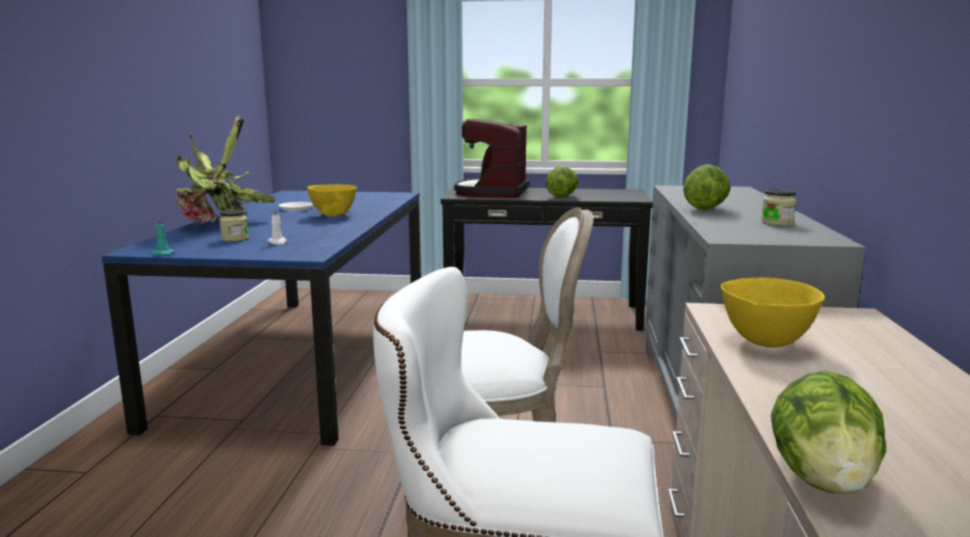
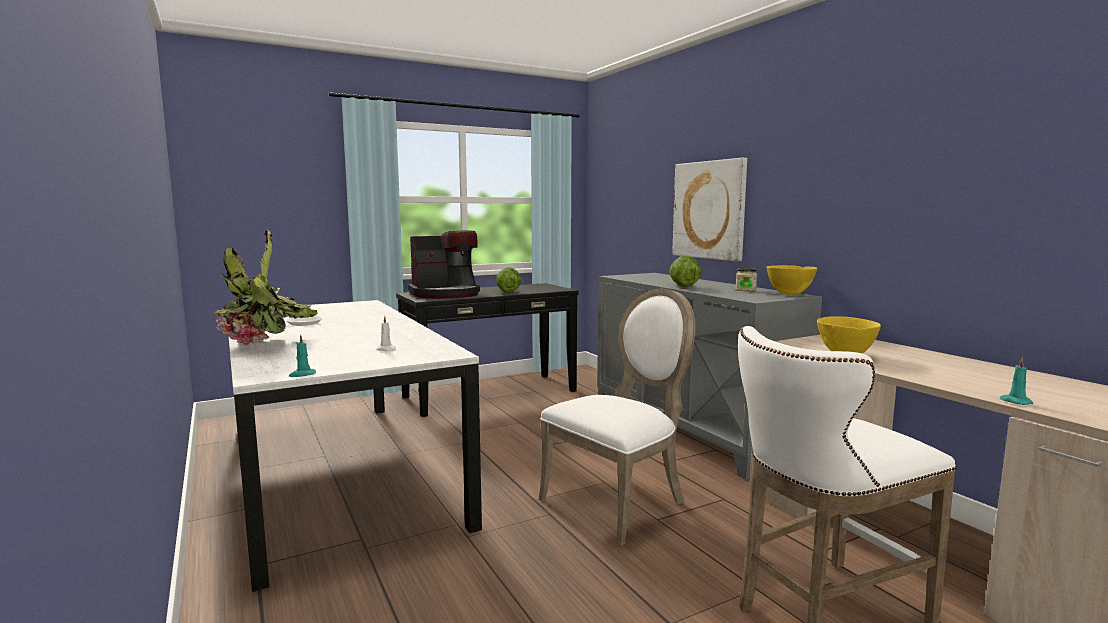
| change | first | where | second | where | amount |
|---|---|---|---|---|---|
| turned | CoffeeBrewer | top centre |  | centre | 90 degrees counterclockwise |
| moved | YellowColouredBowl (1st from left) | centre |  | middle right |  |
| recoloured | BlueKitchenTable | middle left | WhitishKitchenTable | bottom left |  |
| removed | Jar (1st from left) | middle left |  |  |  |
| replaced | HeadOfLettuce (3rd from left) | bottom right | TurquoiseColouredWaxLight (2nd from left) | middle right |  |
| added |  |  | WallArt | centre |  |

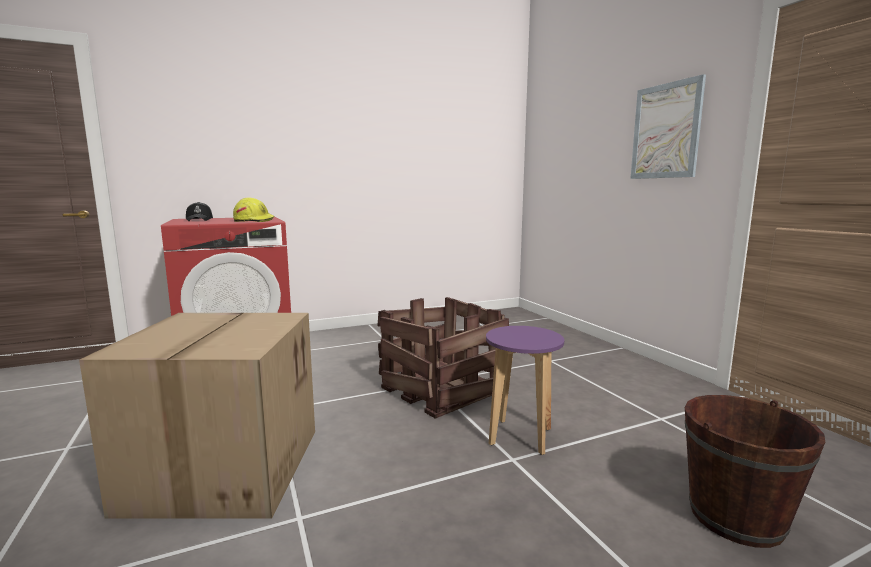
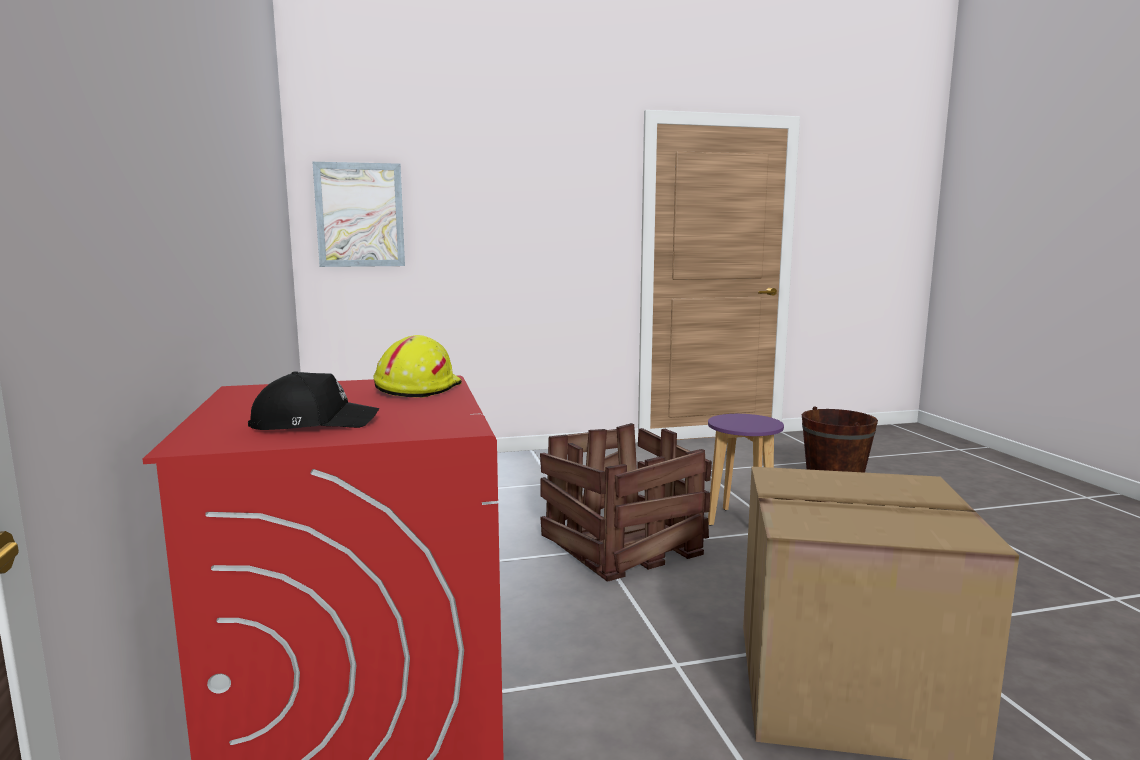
| change | first | where | second | where | amount |
|---|---|---|---|---|---|
| moved | WallArt | top right |  | top left |  |

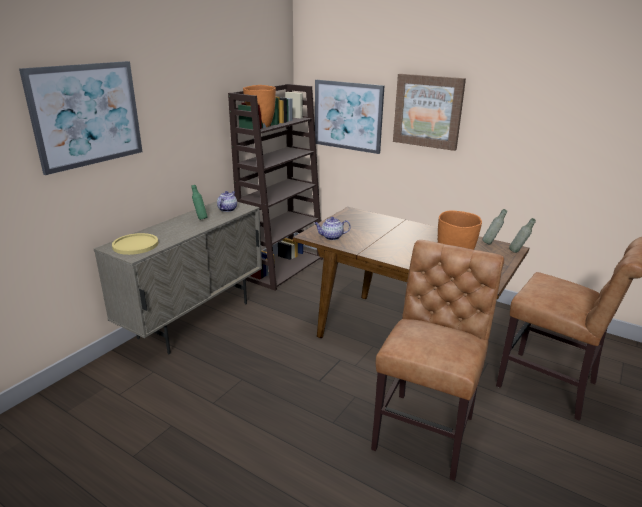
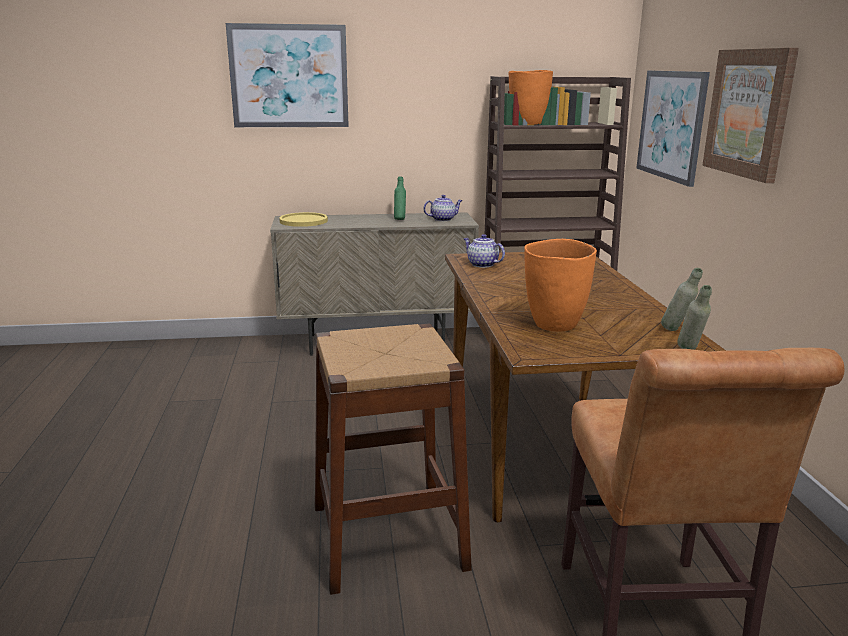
| change | first | where | second | where | amount |
|---|---|---|---|---|---|
| replaced | BrownUprightChair (1st from left) | bottom right | BrownStool | bottom centre |  |

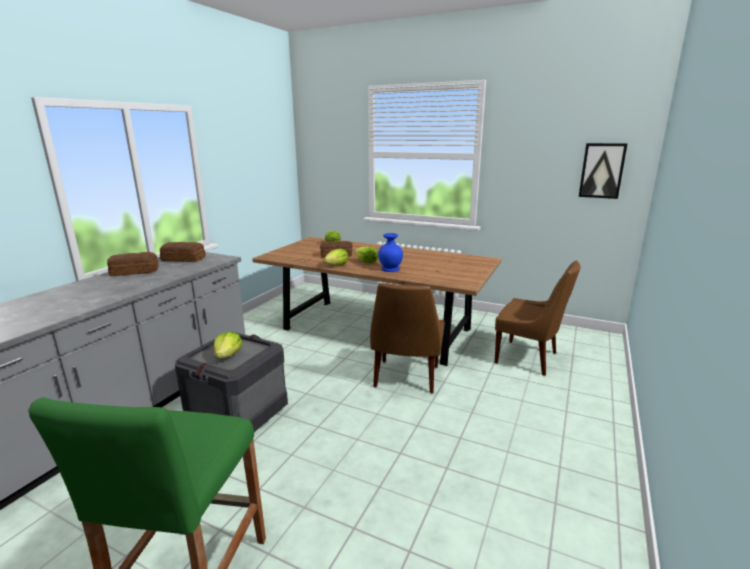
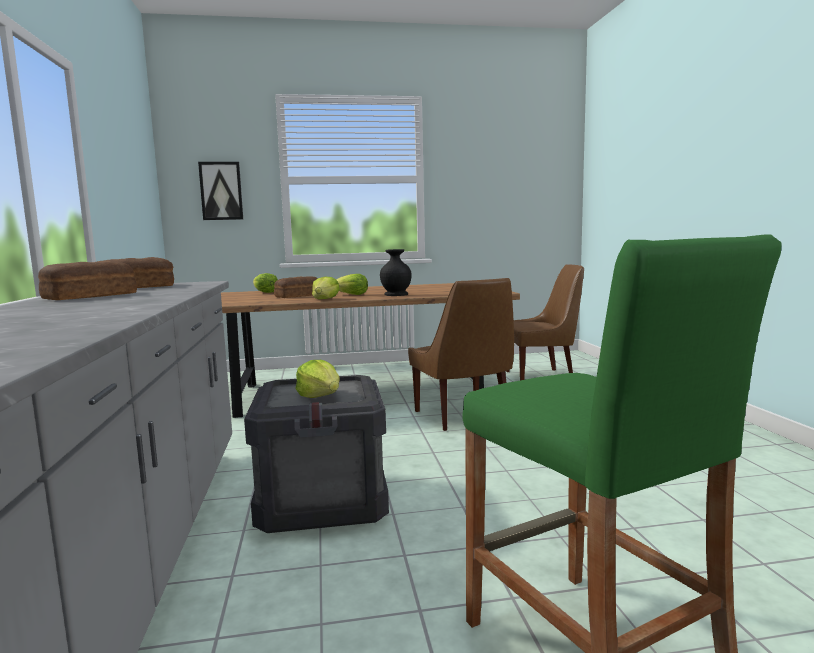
| change | first | where | second | where | amount |
|---|---|---|---|---|---|
| moved | WallArt | top right |  | top left |  |
| recoloured | BlueVase | centre | BlackishVase | centre |  |

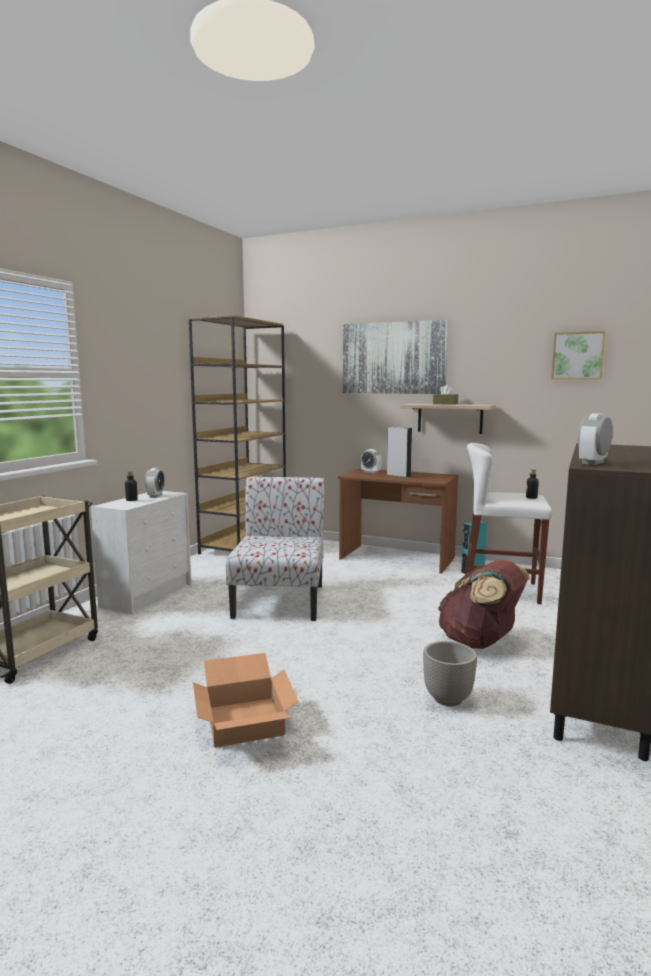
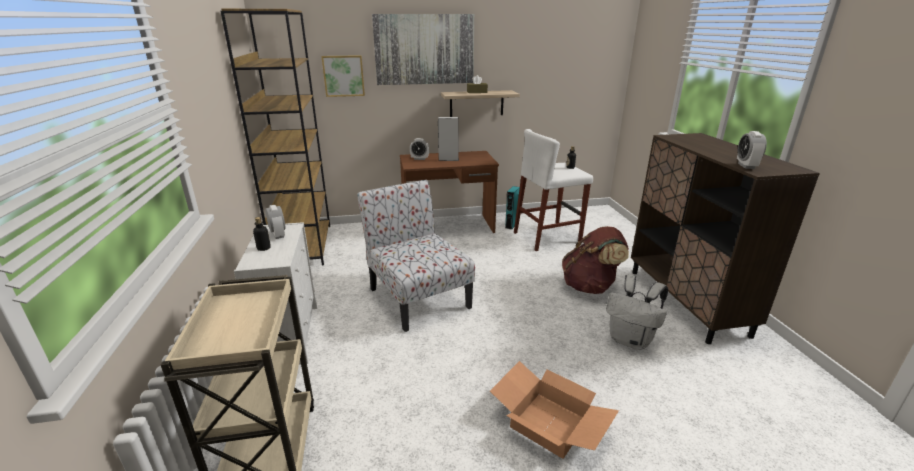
| change | first | where | second | where | amount |
|---|---|---|---|---|---|
| moved | WallArt (2nd from left in the first image) | middle right | WallArt (1st from left) | top centre |  |
| replaced | FlowerPot | bottom right | WhitishKnapsack | middle right |  |

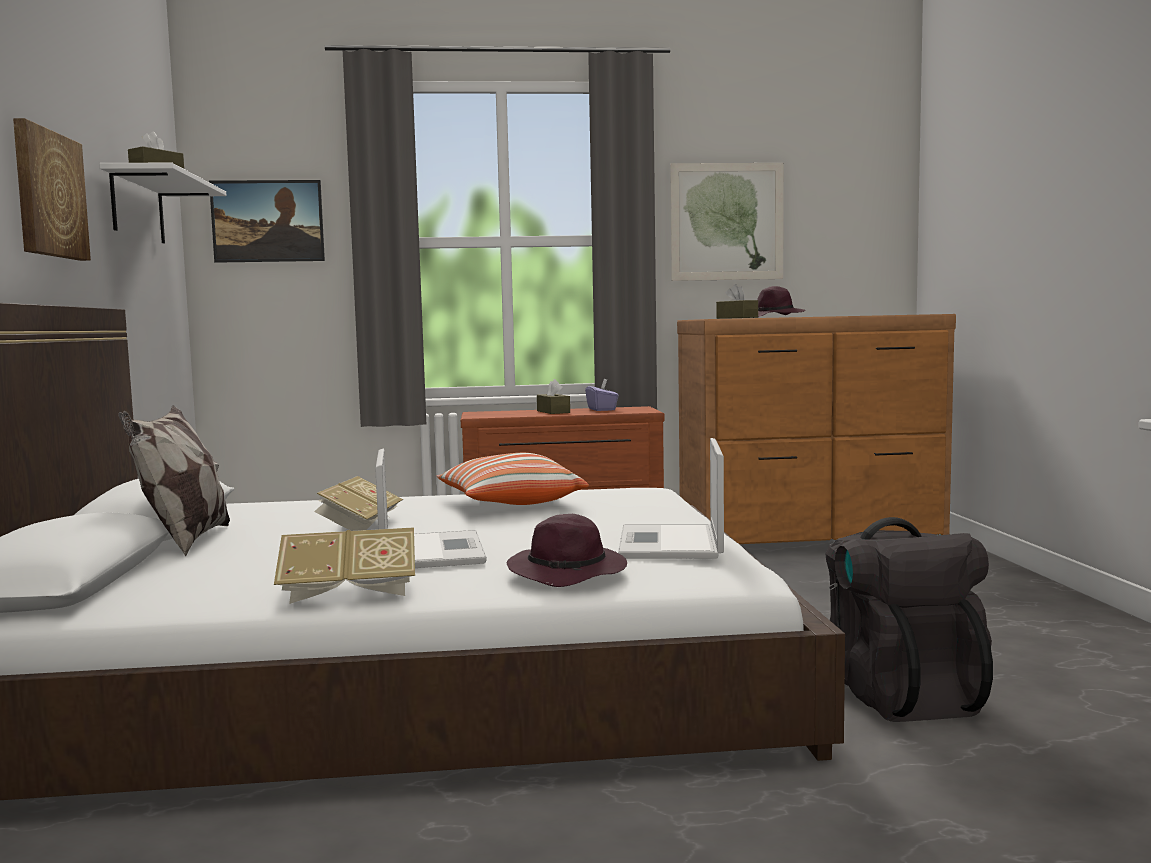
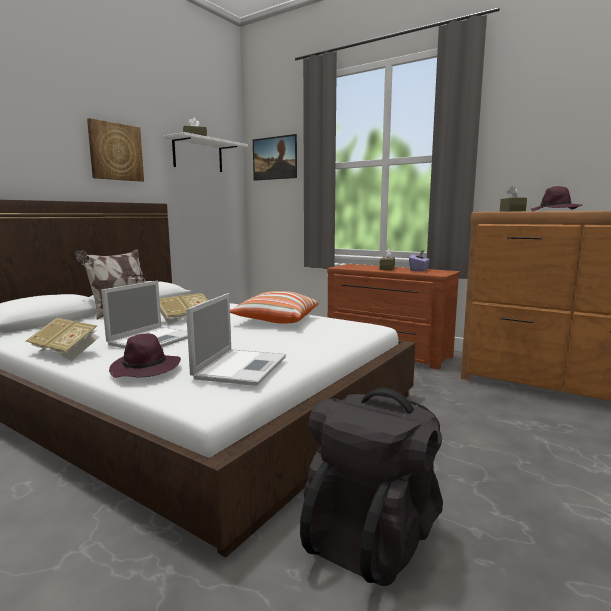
| change | first | where | second | where | amount |
|---|---|---|---|---|---|
| removed | WallArt (3rd from left) | top centre |  |  |  |
| turned | NotebookComputer (2nd from left) | centre |  | centre | 150 degrees clockwise |

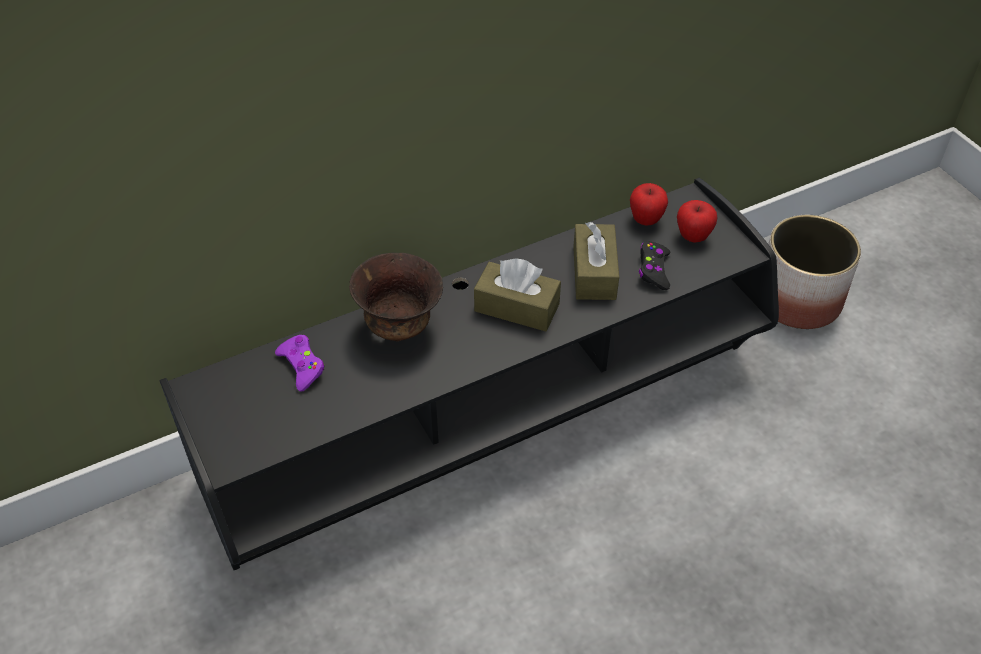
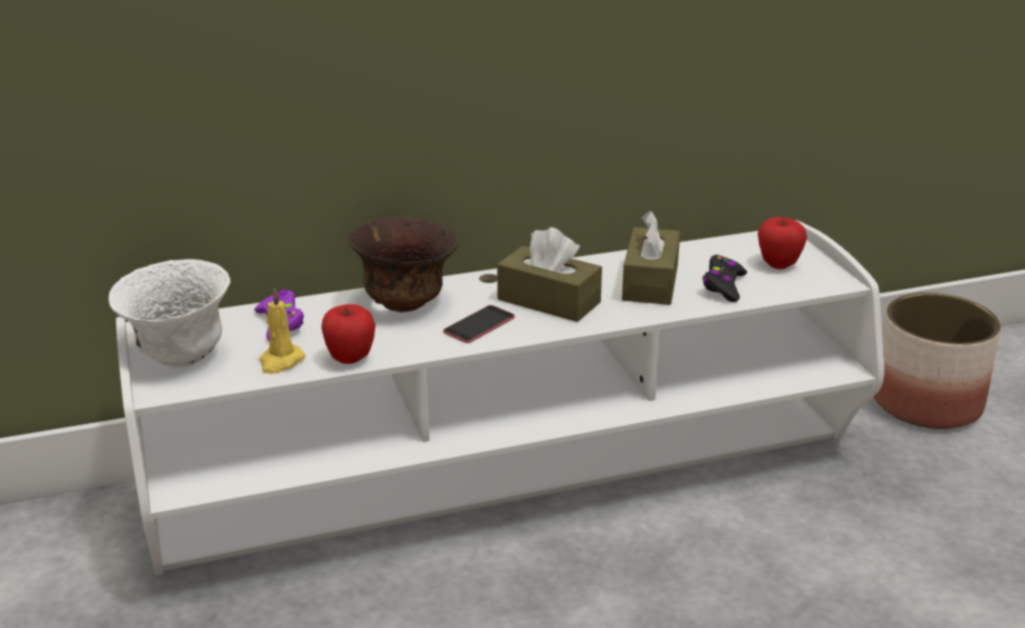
| change | first | where | second | where | amount |
|---|---|---|---|---|---|
| recoloured | BlackishTvUnit | centre | WhitishTvUnit | centre |  |
| moved | WholeApple (1st from left) | top centre |  | centre |  |
| added |  |  | WhitishBowl | middle left |  |
| added |  |  | YellowColouredWaxLight | middle left |  |
| added |  |  | Phone | centre |  |

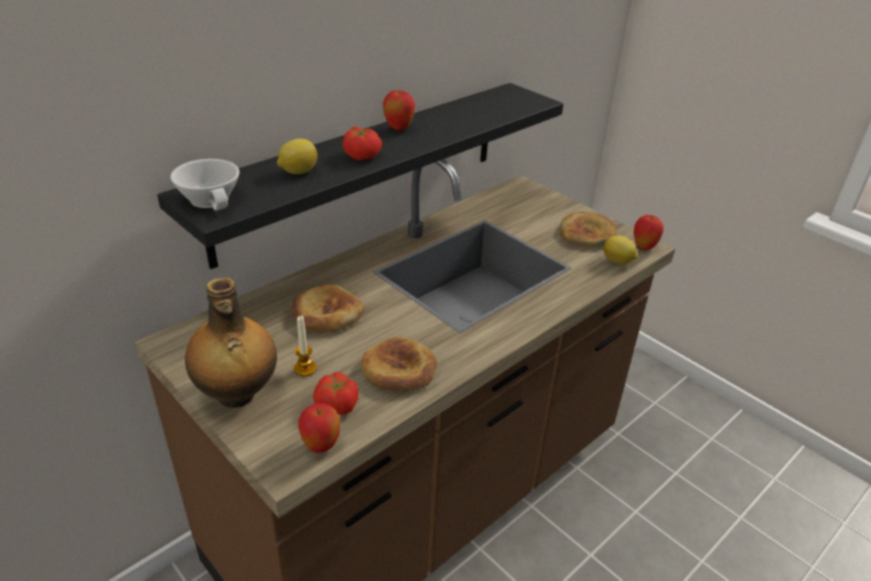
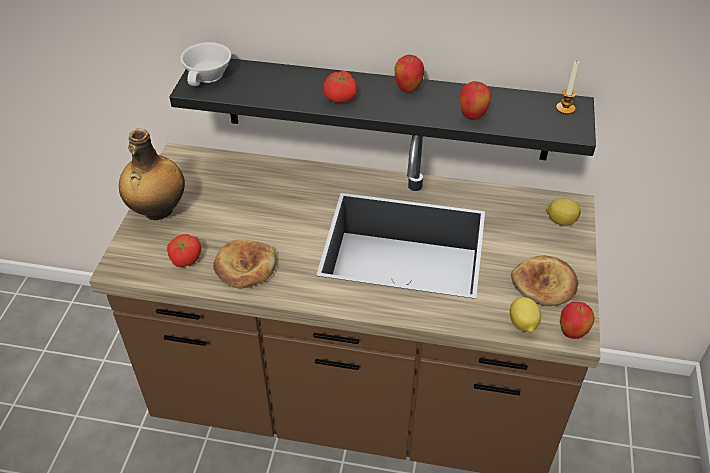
| change | first | where | second | where | amount |
|---|---|---|---|---|---|
| moved | CitrusFruit (1st from left in the first image) | top centre | CitrusFruit (2nd from left) | middle right |  |
| removed | BakeryBread (1st from left) | centre |  |  |  |
| moved | WaxLight | centre |  | top right |  |
| moved | WholeApple (1st from left in the first image) | bottom centre | WholeApple (2nd from left) | top right |  |

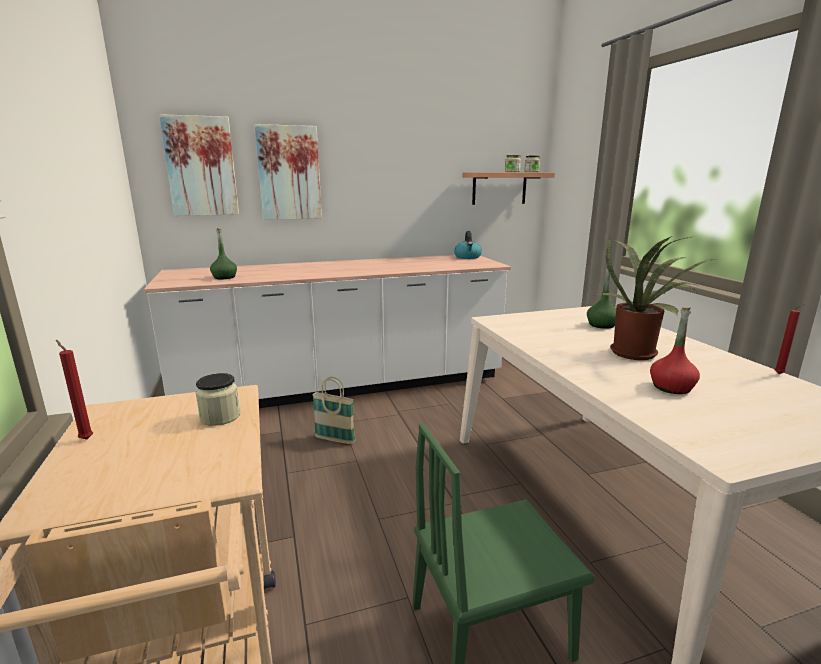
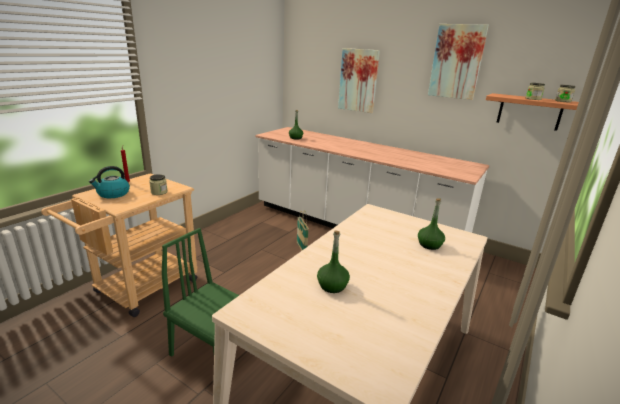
| change | first | where | second | where | amount |
|---|---|---|---|---|---|
| moved | WallArt (1st from left in the first image) | top left | WallArt (2nd from left) | top right |  |
| moved | TeaKettle | centre |  | middle left |  |
| removed | Houseplant | middle right |  |  |  |
| removed | RedWaxLight (2nd from left) | middle right |  |  |  |
| recoloured | RedBottle | middle right | GreenColouredBottle (2nd from left) | centre |  |

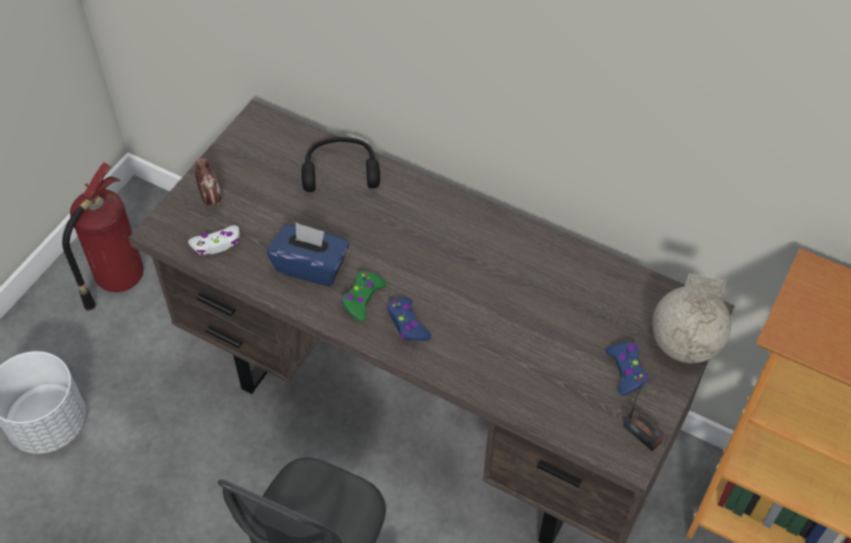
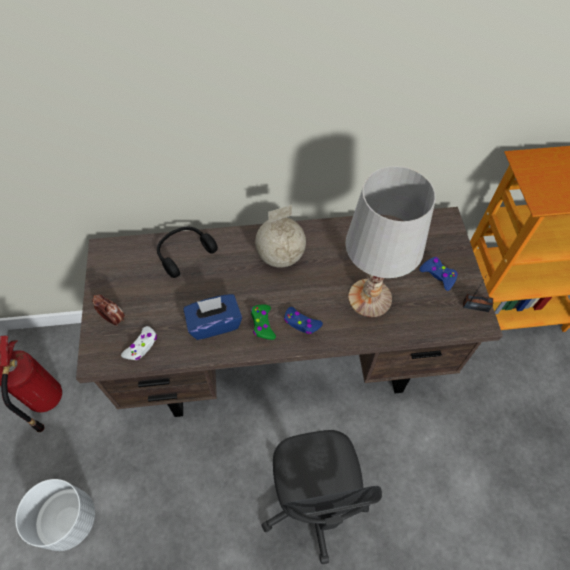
| change | first | where | second | where | amount |
|---|---|---|---|---|---|
| moved | WorldGlobe | middle right |  | centre |  |
| added |  |  | WhitishTableLamp | middle right |  |

